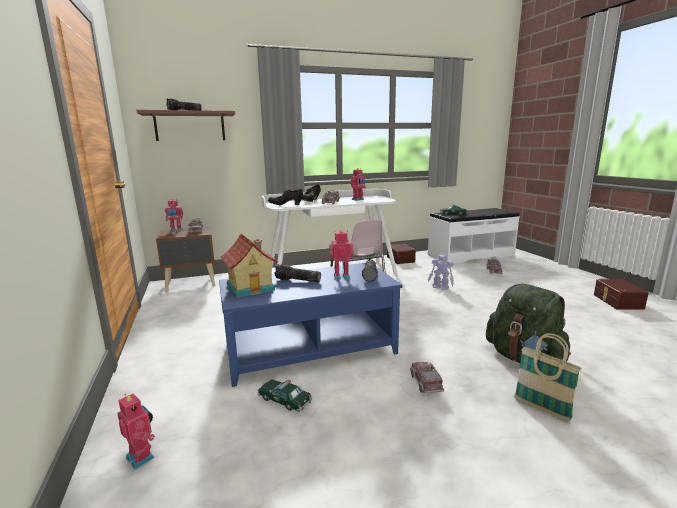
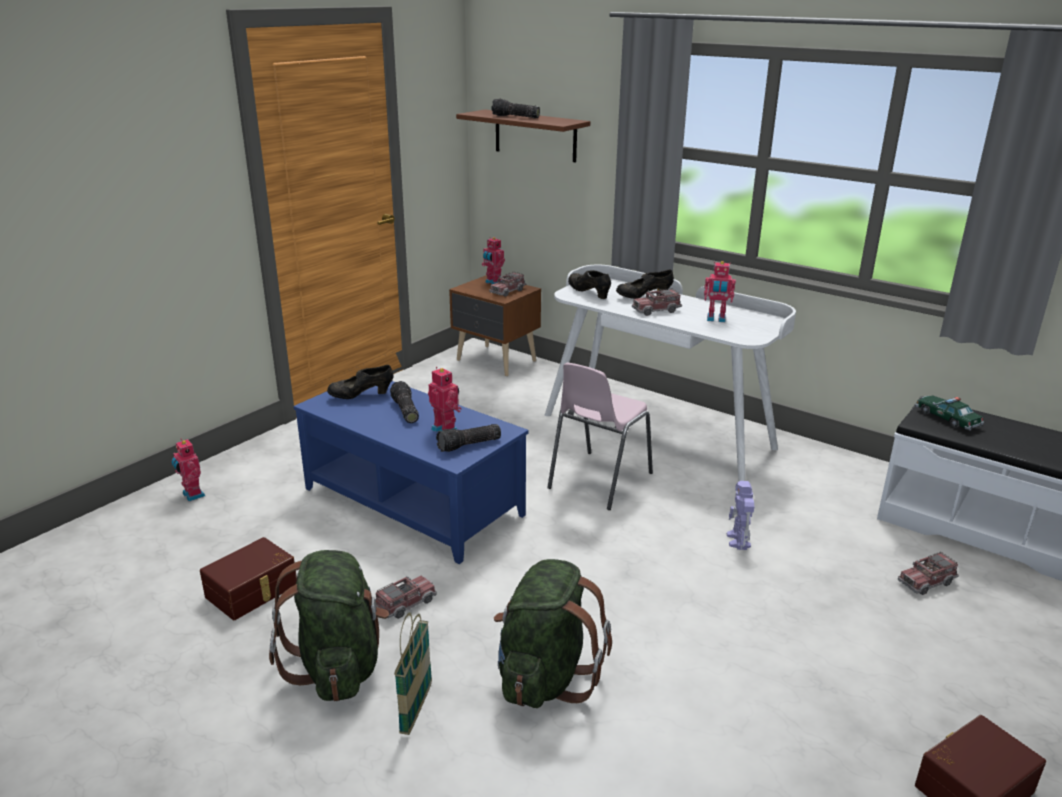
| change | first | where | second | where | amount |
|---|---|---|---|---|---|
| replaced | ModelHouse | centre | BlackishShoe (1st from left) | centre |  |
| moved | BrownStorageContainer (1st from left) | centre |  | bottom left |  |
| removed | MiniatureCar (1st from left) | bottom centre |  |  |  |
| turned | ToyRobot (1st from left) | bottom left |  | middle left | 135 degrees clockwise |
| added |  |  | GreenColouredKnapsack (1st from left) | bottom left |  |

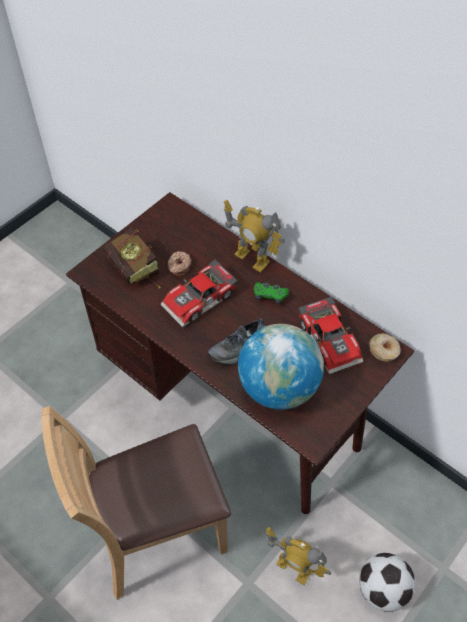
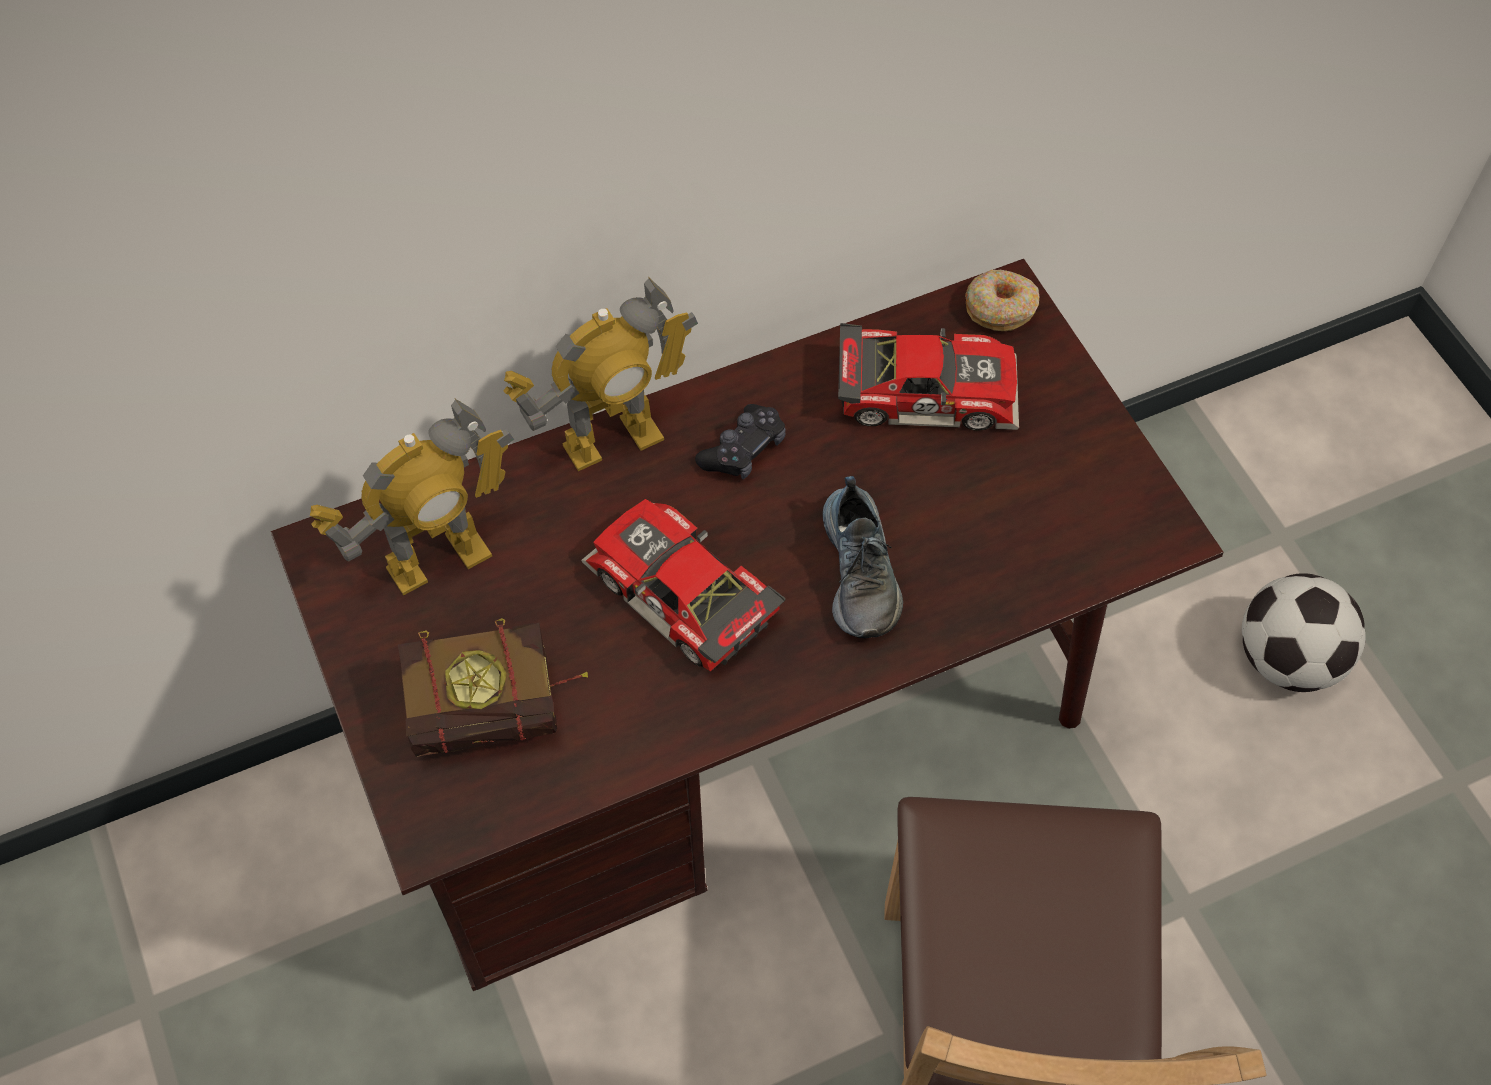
| change | first | where | second | where | amount |
|---|---|---|---|---|---|
| removed | RingDoughnut (1st from left) | centre |  |  |  |
| turned | MiniatureCar (1st from left) | centre |  | centre | 150 degrees clockwise |
| recoloured | GreenColouredGameController | centre | BlackishGameController | centre |  |
| removed | WorldGlobe | centre |  |  |  |
| moved | ToyRobot (2nd from left in the first image) | bottom centre | ToyRobot (1st from left) | middle left |  |

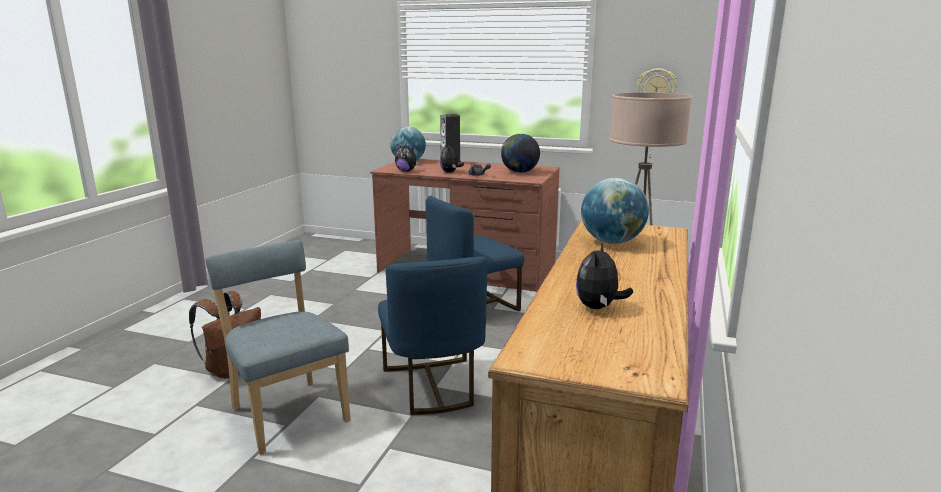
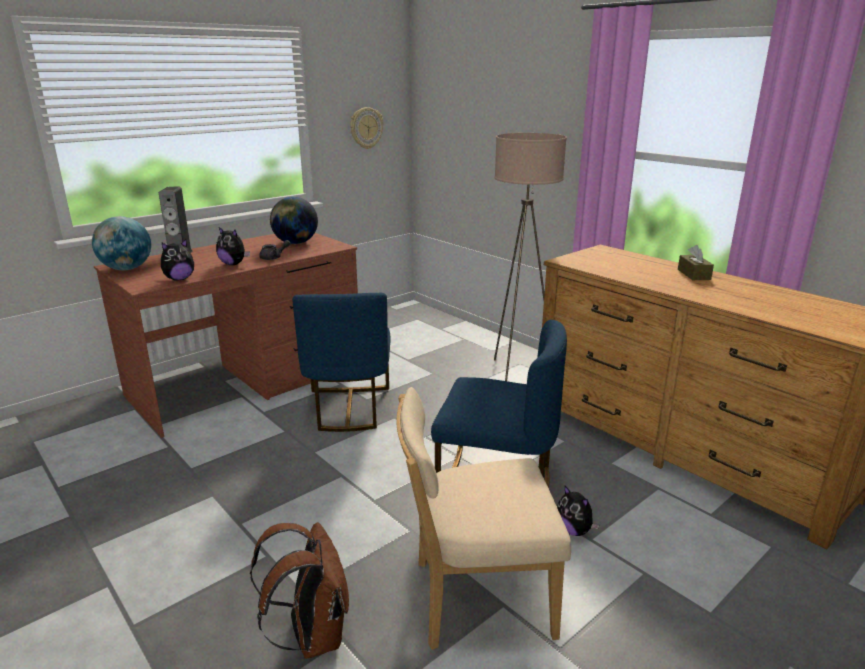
| change | first | where | second | where | amount |
|---|---|---|---|---|---|
| removed | WorldGlobe (3rd from left) | centre |  |  |  |
| recoloured | BlueUprightChair (1st from left) | bottom left | BeigeColouredUprightChair | bottom centre |  |
| moved | SoftToy (3rd from left) | centre |  | bottom right |  |
| added |  |  | BrownTissueHolder | middle right |  |

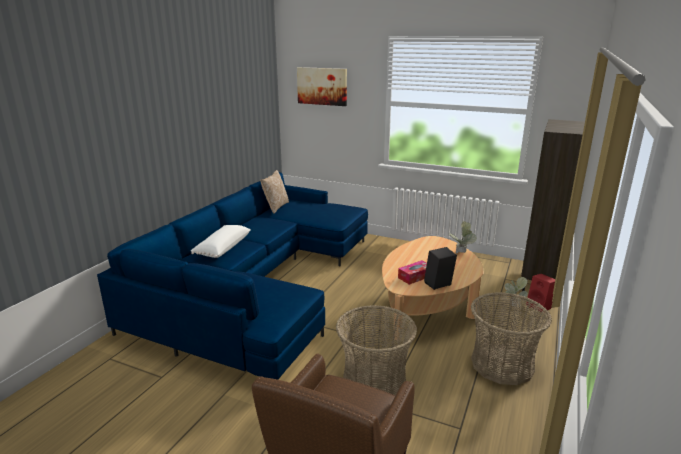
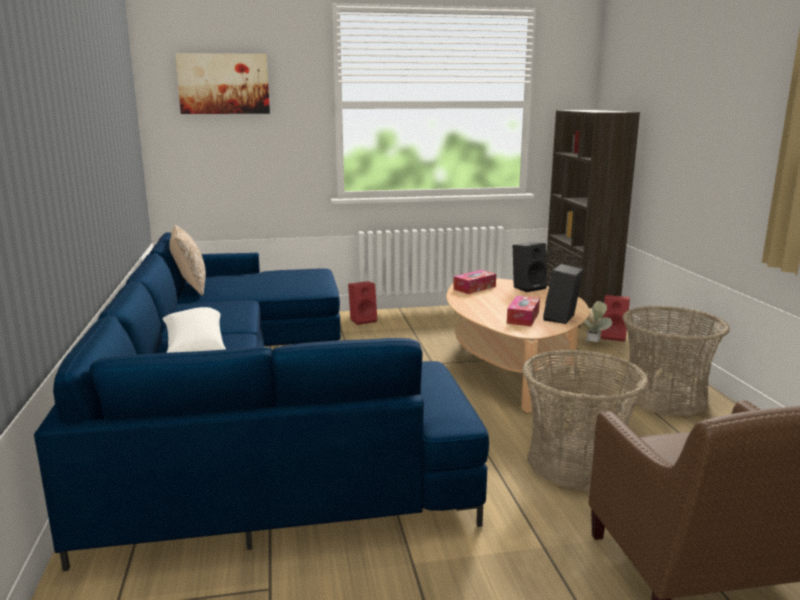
| change | first | where | second | where | amount |
|---|---|---|---|---|---|
| replaced | Houseplant (1st from left) | middle right | BlackishAudioSpeaker (1st from left) | centre |  |
| added |  |  | TissueHolder (1st from left) | centre |  |
| added |  |  | RedAudioSpeaker (1st from left) | centre |  |

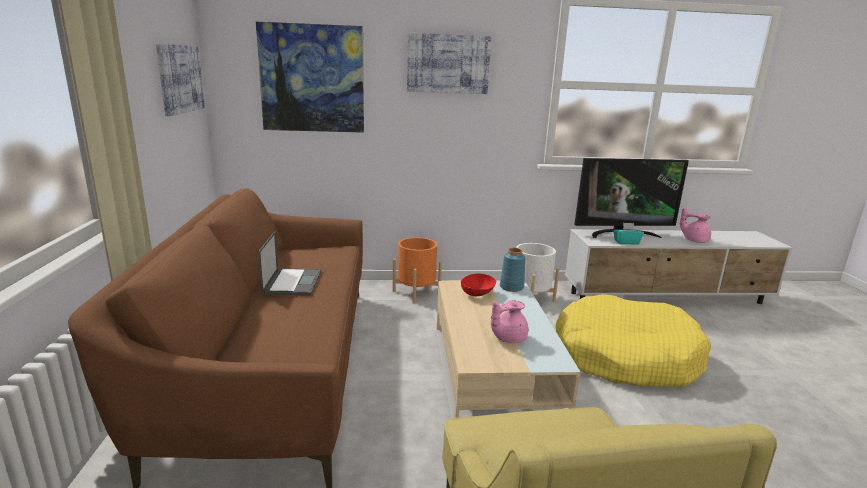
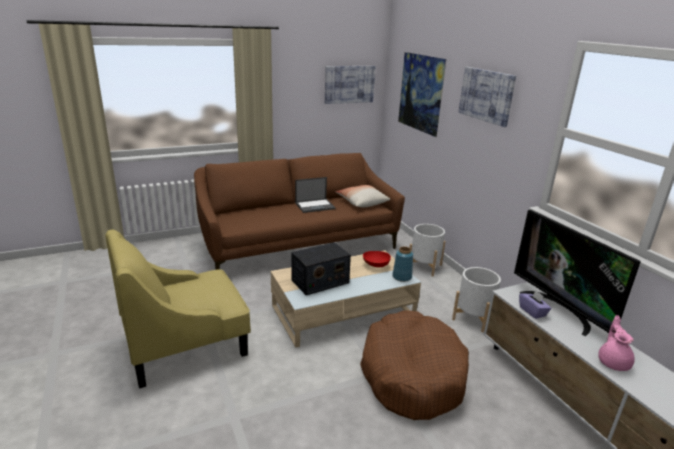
| change | first | where | second | where | amount |
|---|---|---|---|---|---|
| recoloured | TurquoiseColouredTissueHolder | middle right | PurpleColouredTissueHolder | bottom right |  |
| recoloured | OrangeFlowerPot | centre | WhitishFlowerPot (1st from left) | centre |  |
| recoloured | YellowColouredDogBed | bottom right | BrownDogBed | bottom centre |  |
| replaced | PinkColouredPotForTea (1st from left) | centre | RadioReceiver | centre |  |
| added |  |  | ThrowPillow | centre |  |

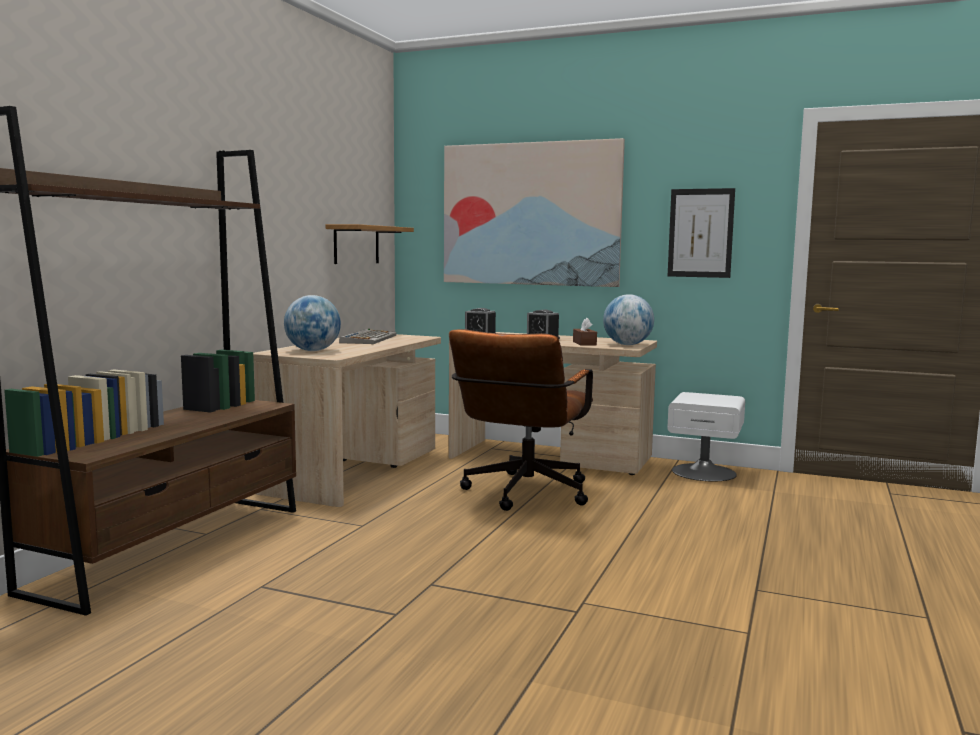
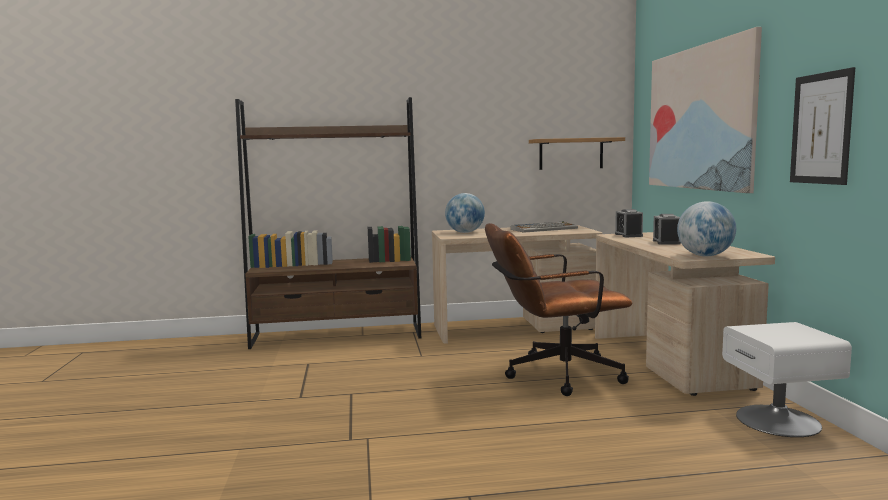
| change | first | where | second | where | amount |
|---|---|---|---|---|---|
| removed | BrownTissueHolder | centre |  |  |  |

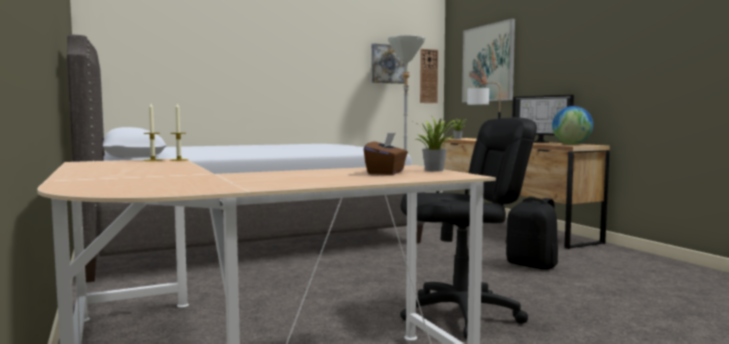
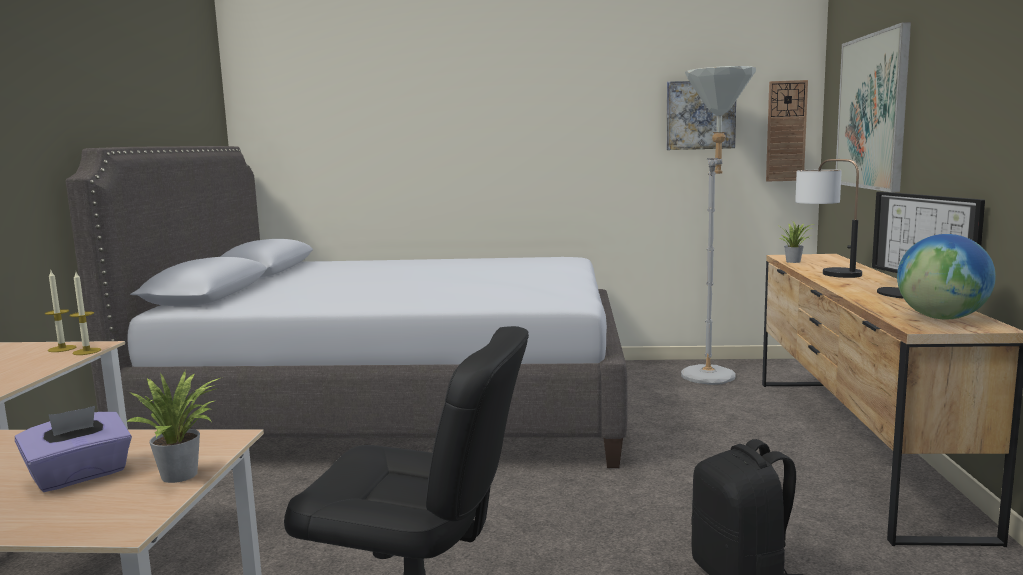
| change | first | where | second | where | amount |
|---|---|---|---|---|---|
| recoloured | BrownTissueHolder | centre | PurpleColouredTissueHolder | bottom left |  |

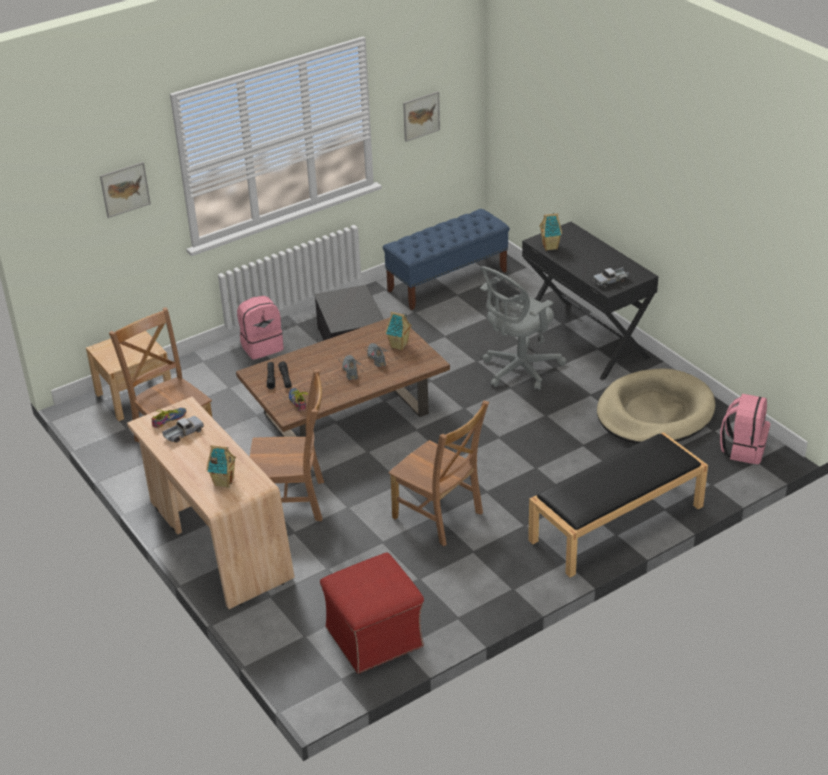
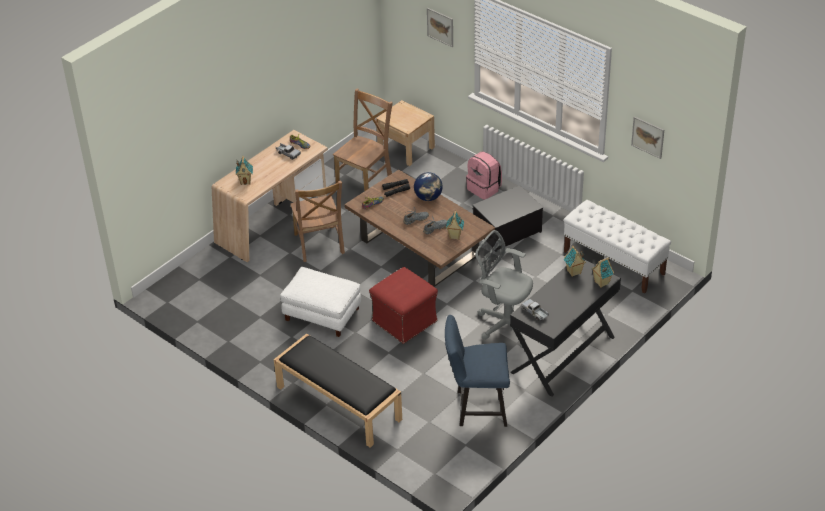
| change | first | where | second | where | amount |
|---|---|---|---|---|---|
| recoloured | BlueIndoorBench | centre | WhitishIndoorBench | middle right |  |
| replaced | BeigeColouredDogBed | middle right | BlueUprightChair | bottom centre |  |
| removed | PinkColouredKnapsack (2nd from left) | middle right |  |  |  |
| replaced | BrownUprightChair (3rd from left) | centre | WhitishPouffe | centre |  |
| moved | RedPouffe | bottom centre |  | centre |  |
| added |  |  | WorldGlobe | centre |  |
| added |  |  | ModelHouse (4th from left) | middle right |  |

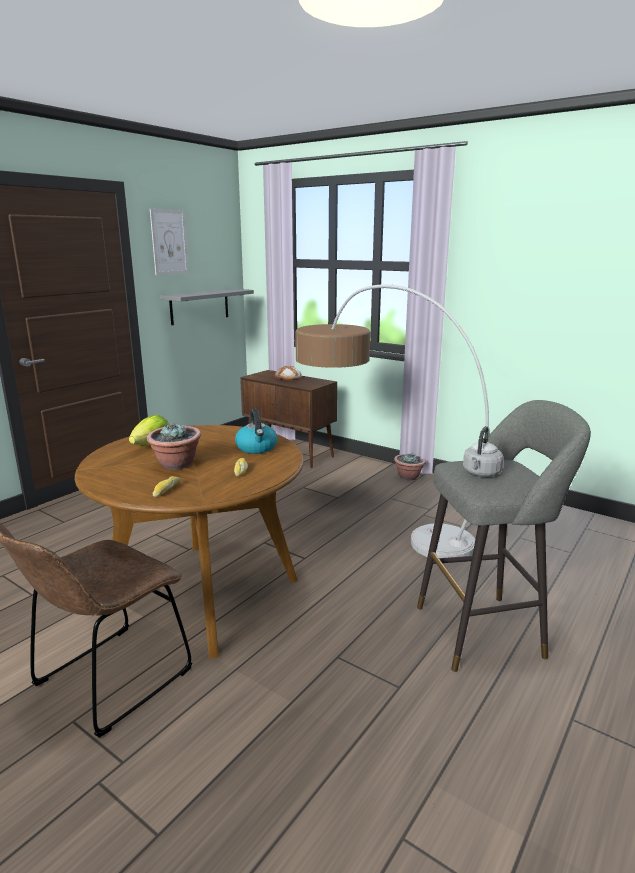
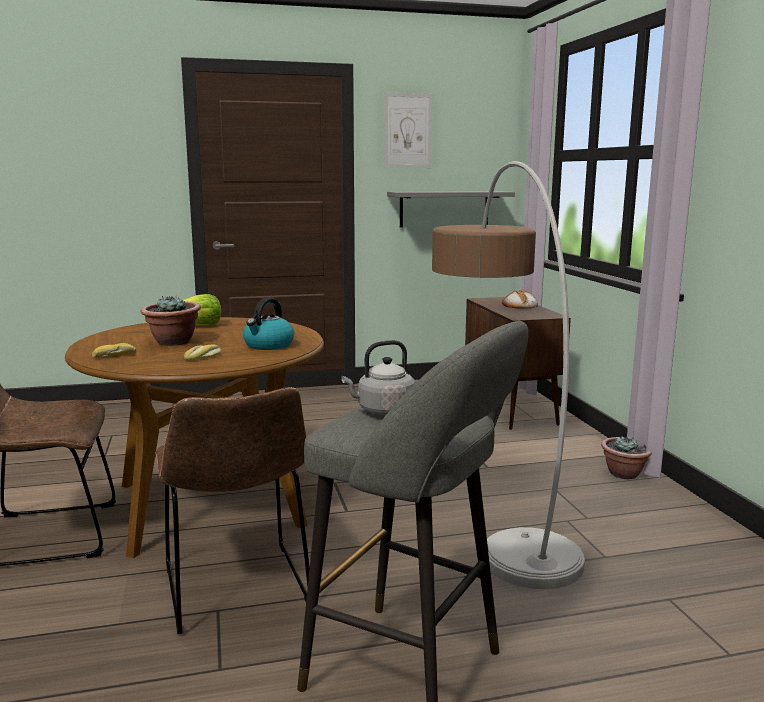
| change | first | where | second | where | amount |
|---|---|---|---|---|---|
| added |  |  | BrownUprightChair (2nd from left) | bottom left |  |

